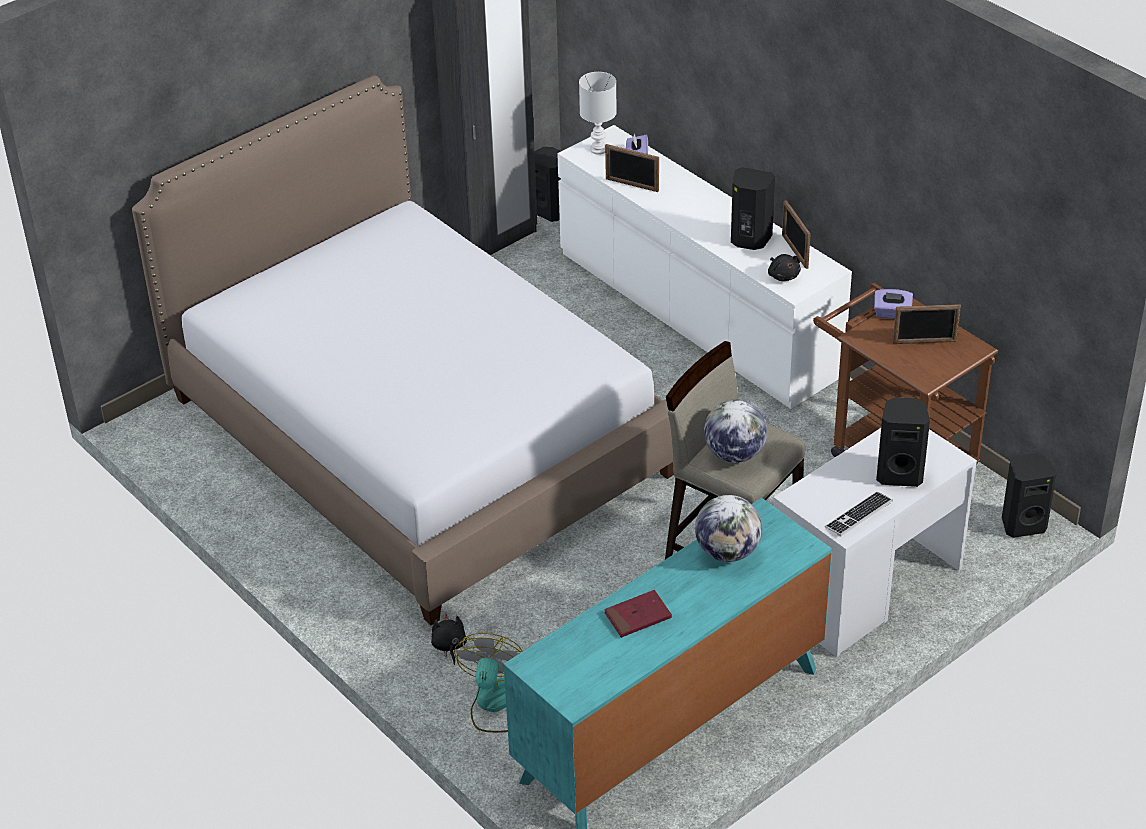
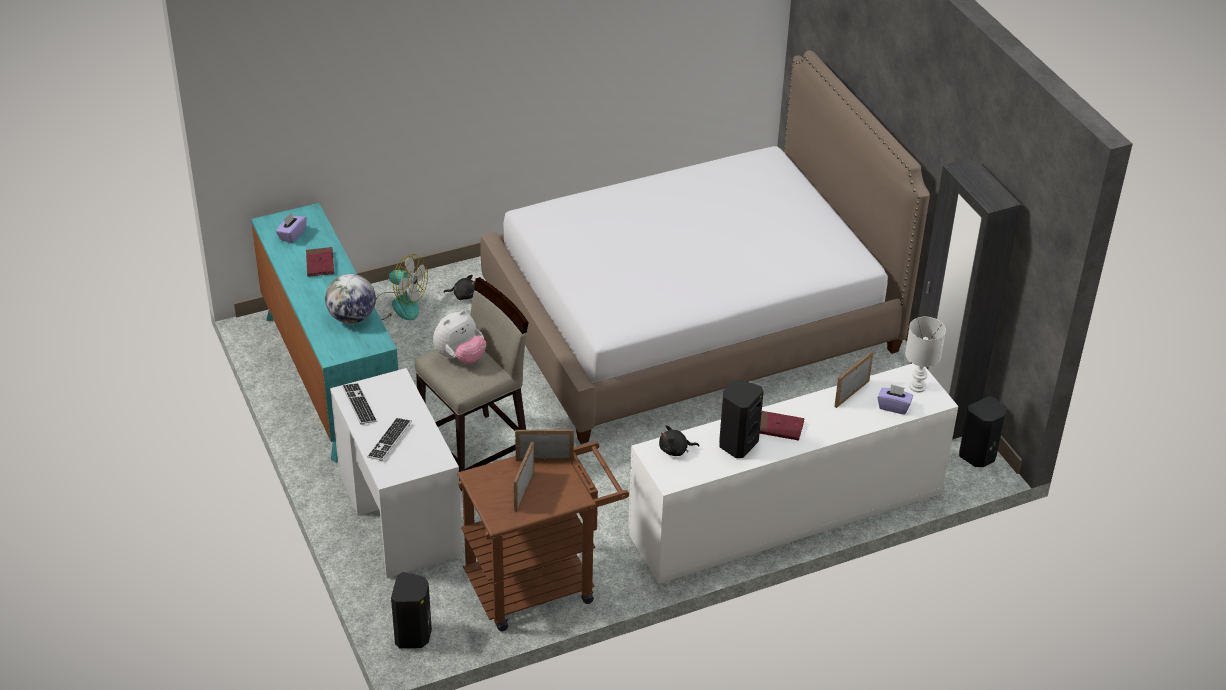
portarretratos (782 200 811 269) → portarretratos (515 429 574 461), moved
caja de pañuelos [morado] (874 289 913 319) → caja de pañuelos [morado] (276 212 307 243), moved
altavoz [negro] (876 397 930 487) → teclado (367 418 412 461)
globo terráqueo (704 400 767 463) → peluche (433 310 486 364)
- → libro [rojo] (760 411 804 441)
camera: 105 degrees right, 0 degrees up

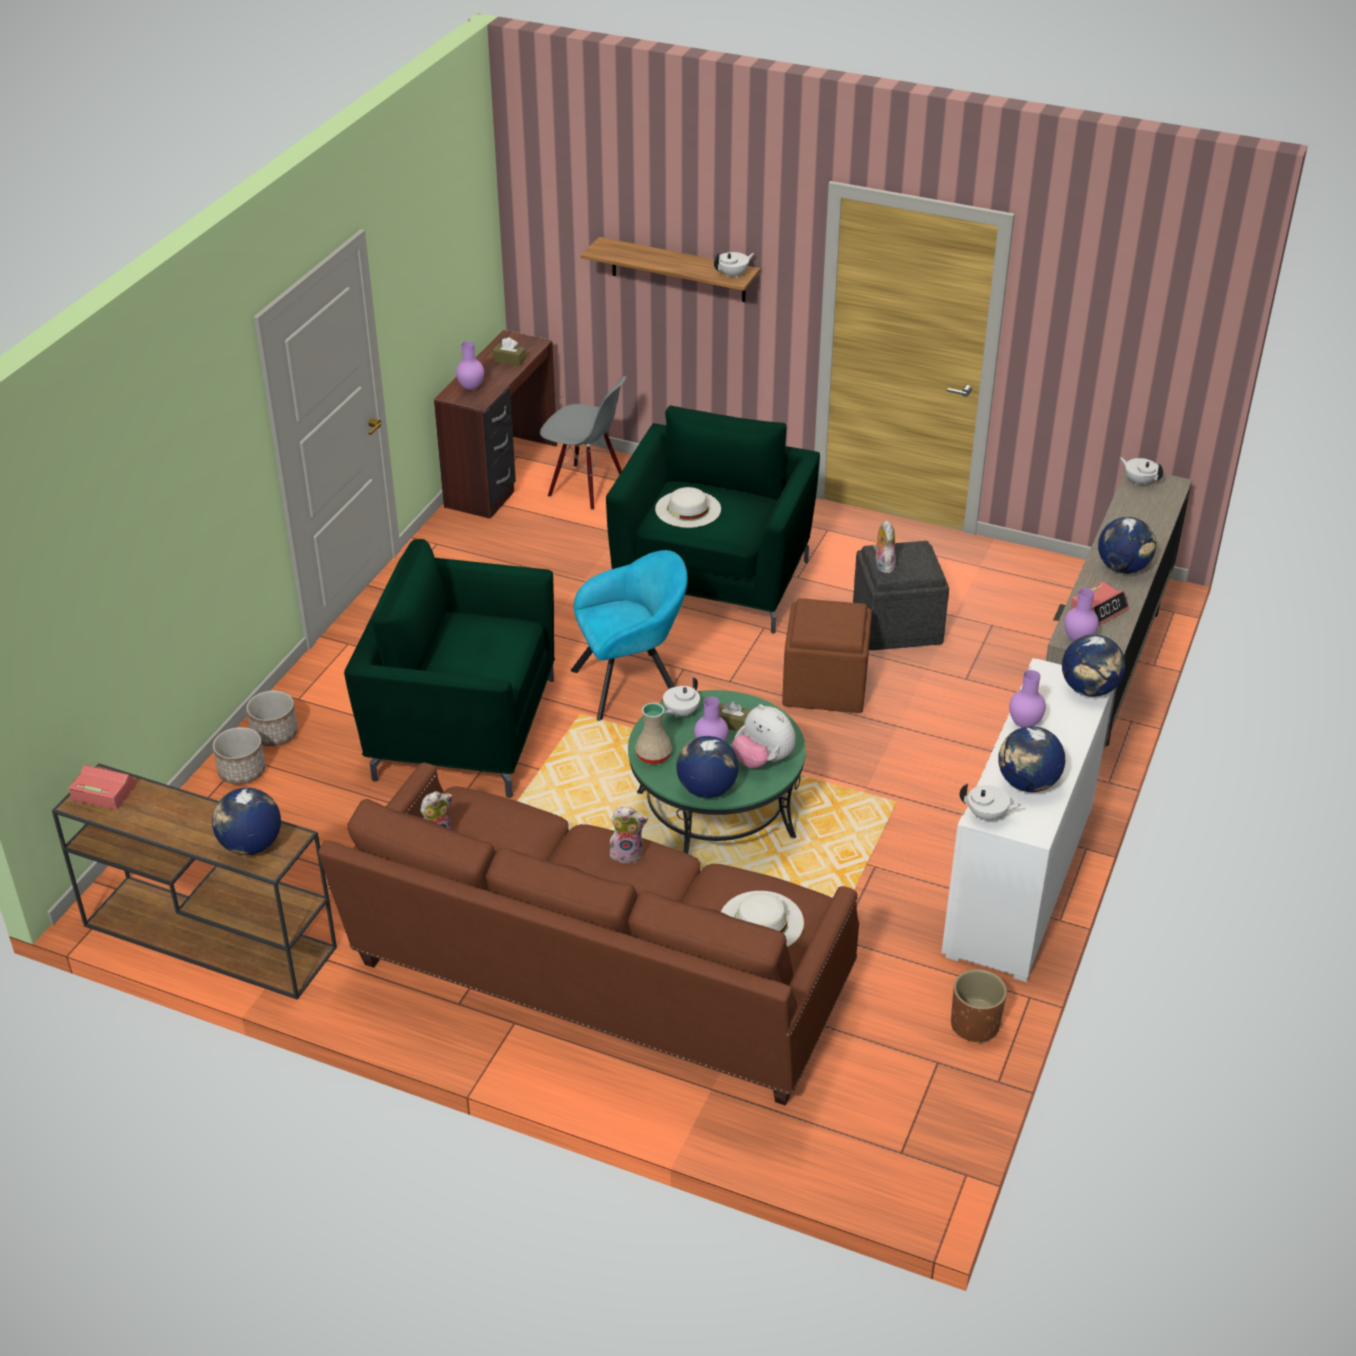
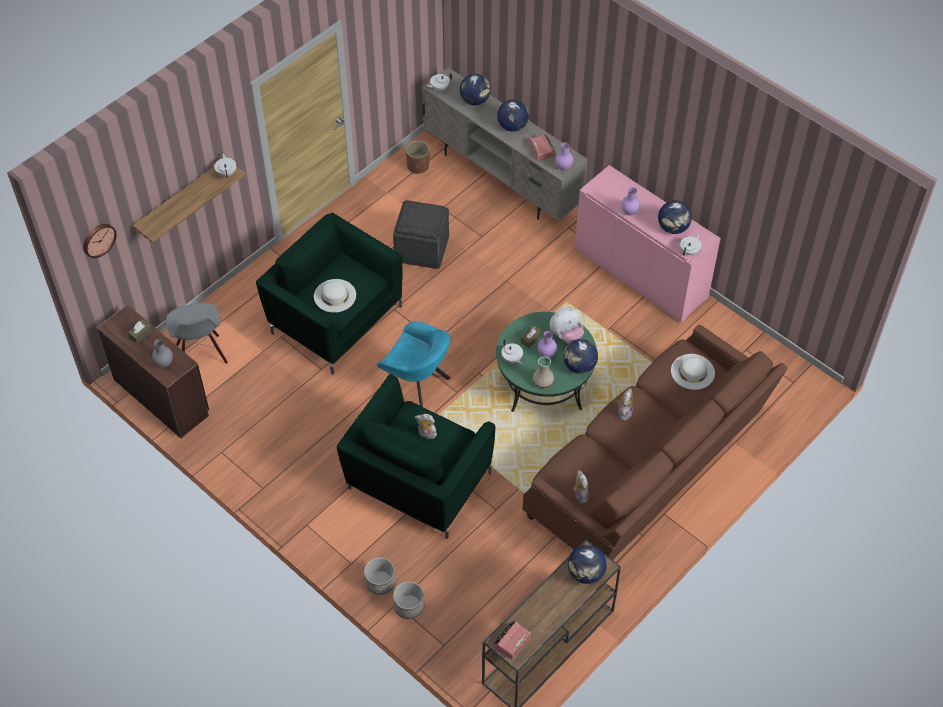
florero [morado] (456 341 484 390) → florero [gris] (152 339 173 367)
silla [gris] (540 376 626 510) → silla [gris] (166 302 228 364), 120 degrees clockwise
peluche (873 520 896 573) → peluche (415 414 437 439), moved
sillón [turquesa] (571 550 688 721) → sillón [turquesa] (377 321 451 407), 120 degrees clockwise
puf [marrón] (782 598 872 713) → -
globo terráqueo (1062 634 1125 697) → globo terráqueo (460 74 491 105), moved
armario [blanco] (941 658 1114 982) → armario [rosa] (575 165 721 322)
maceta [marrón] (951 969 1007 1043) → maceta [marrón] (406 140 430 174), moved
- → reloj de pared (83 224 117 258)
camera: 70 degrees left, 15 degrees up

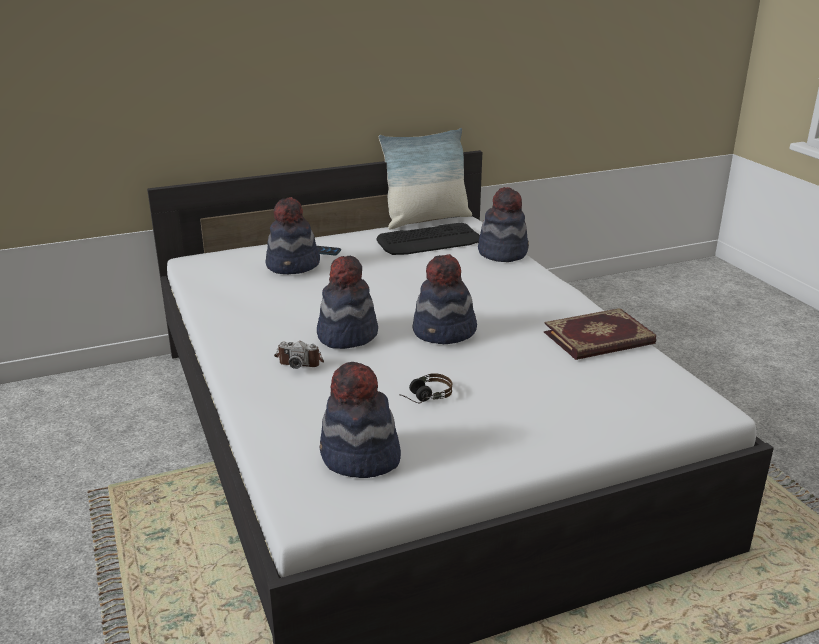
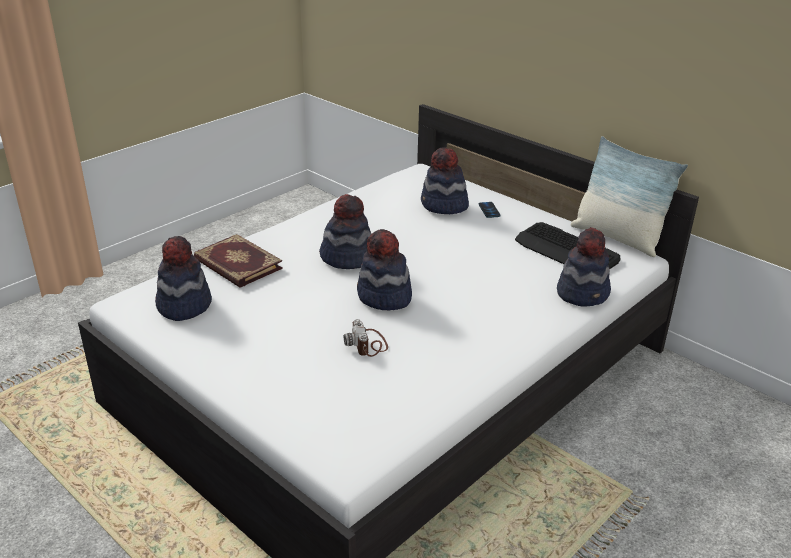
libro (544 308 657 360) → libro (194 234 283 288), moved
cámara (274 341 324 369) → cámara (344 319 388 357), moved
auriculares (399 373 452 404) → -
camera: 65 degrees right, 5 degrees up

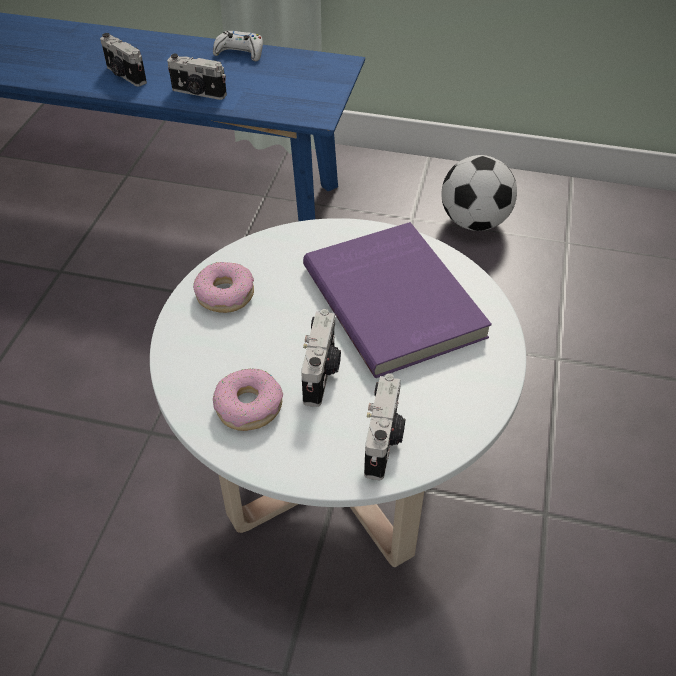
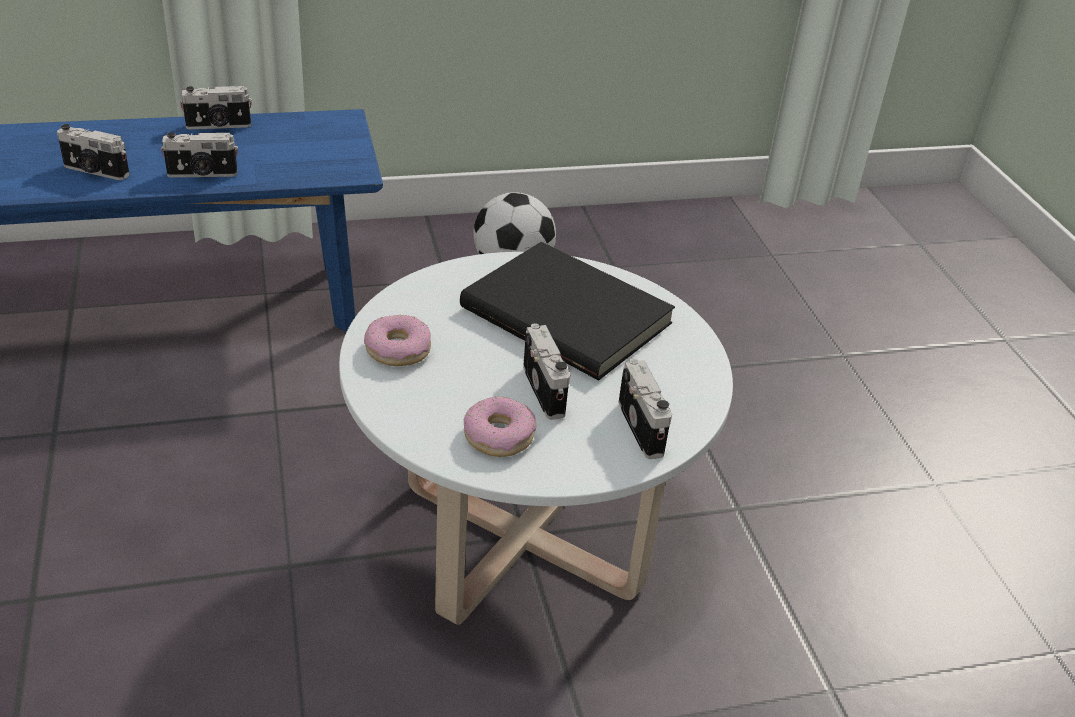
mando de consola [blanco] (213 31 263 61) → cámara (180 86 252 129)
libro [morado] (303 222 492 378) → libro [negro] (460 242 675 381)
camera: 30 degrees left, 10 degrees down

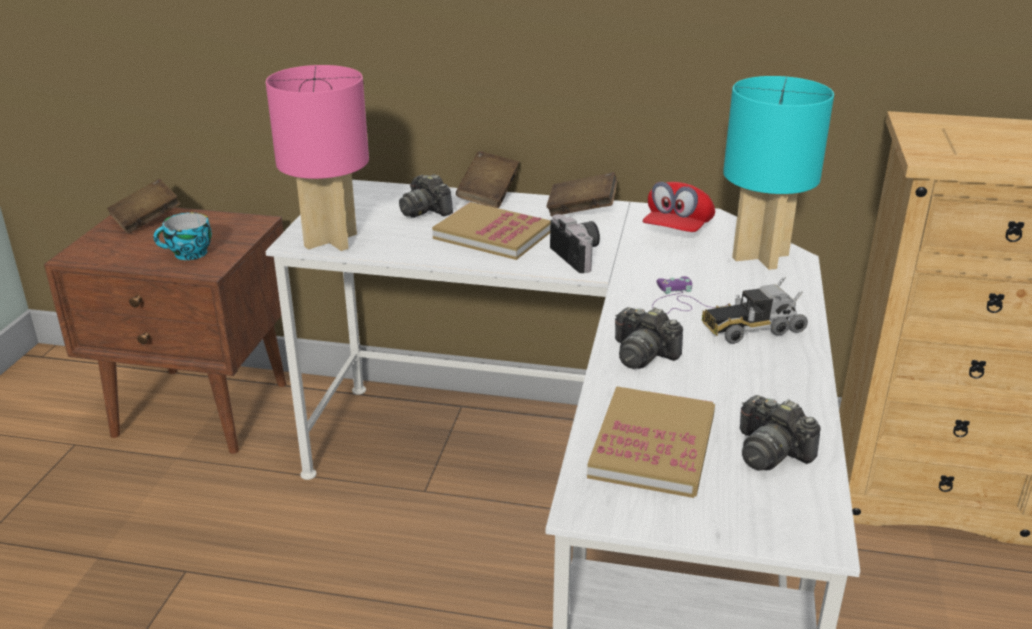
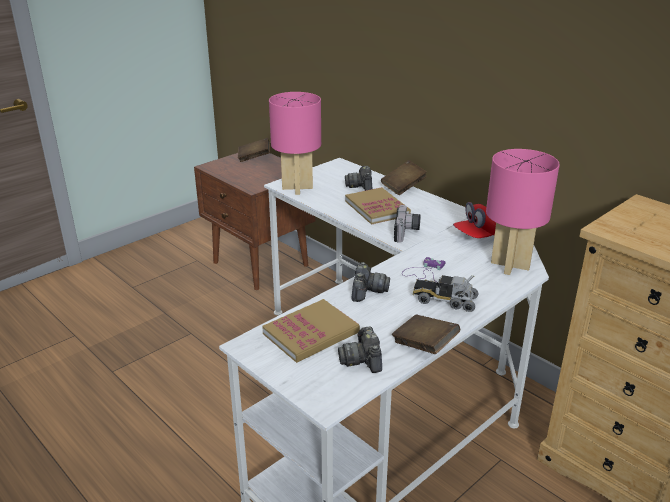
lámpara de mesa [turquesa] (723 76 834 270) → lámpara de mesa [rosa] (486 149 560 275)
libro [marrón] (546 172 617 216) → libro [marrón] (392 315 460 354), moved
taza (153 212 212 260) → -
cámara (615 307 683 369) → cámara (351 262 390 302), 150 degrees counterclockwise
camera: 35 degrees right, 0 degrees up

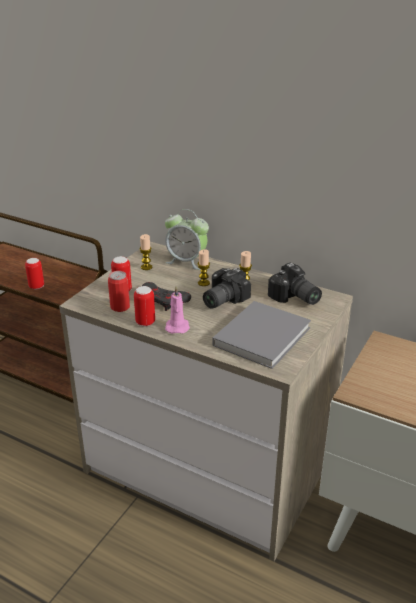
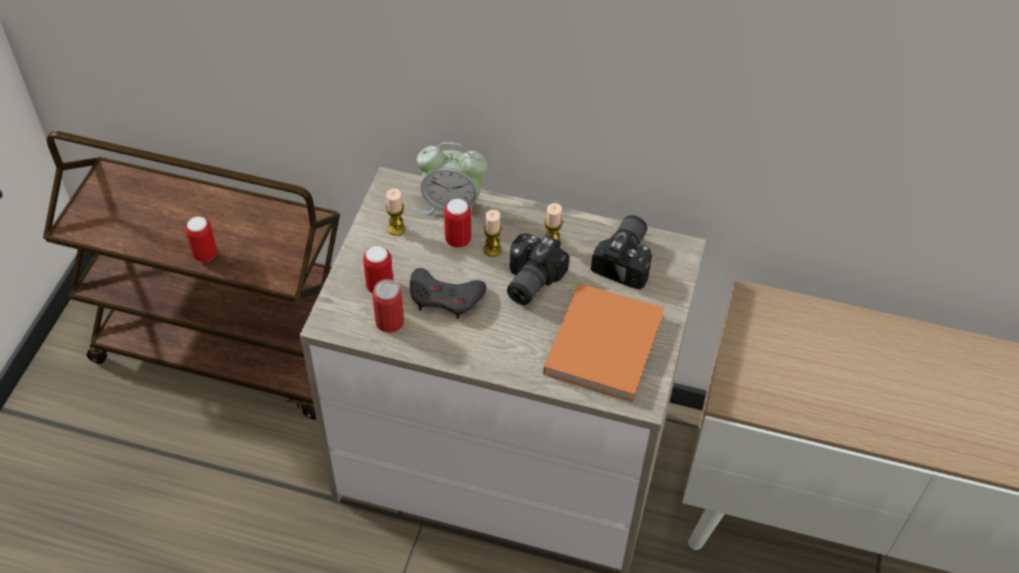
cámara (268 263 322 305) → cámara (591 215 652 289), 105 degrees counterclockwise
lata (134 286 155 326) → lata (444 199 471 248), moved
vela [rosa] (165 286 190 334) → -
libro [gris] (213 301 311 369) → libro [naranja] (543 283 664 402)
camera: 15 degrees left, 20 degrees up

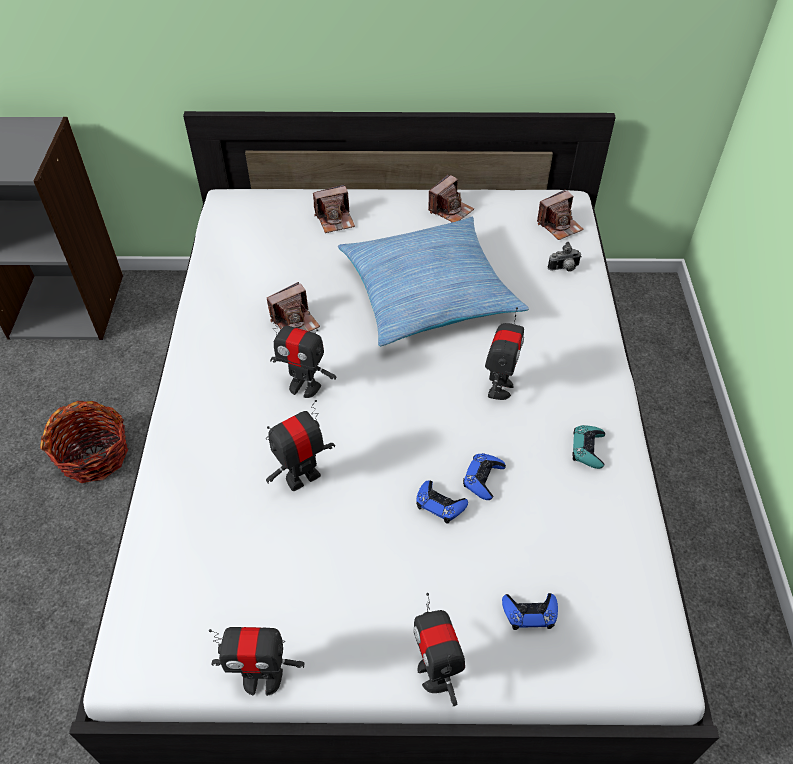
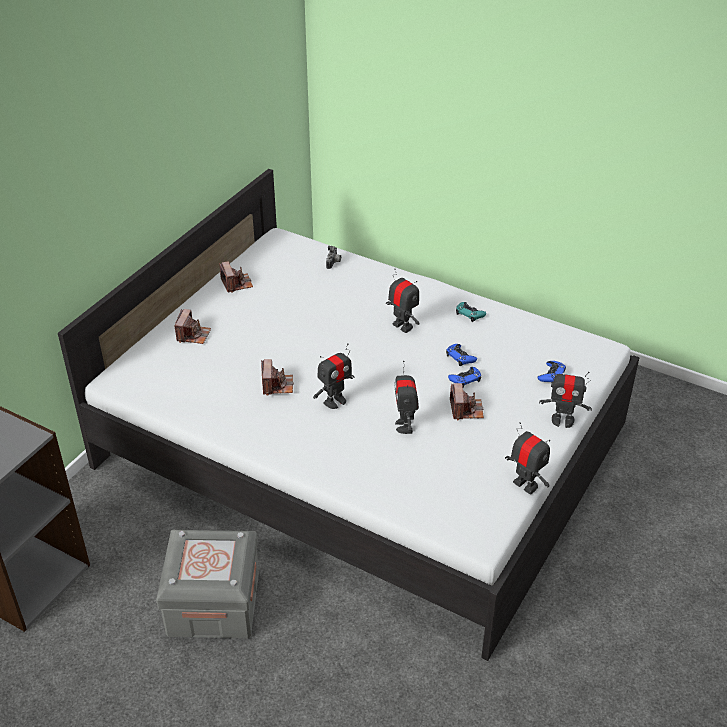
cámara (537 190 584 240) → cámara (450 383 484 421), moved
cojín (338 217 529 346) → -
cesta (40 401 128 483) → caja de almacenaje [gris] (156 530 259 638)
robot de juguete (209 627 305 696) → robot de juguete (505 422 550 494), 75 degrees counterclockwise
camera: 60 degrees left, 10 degrees down

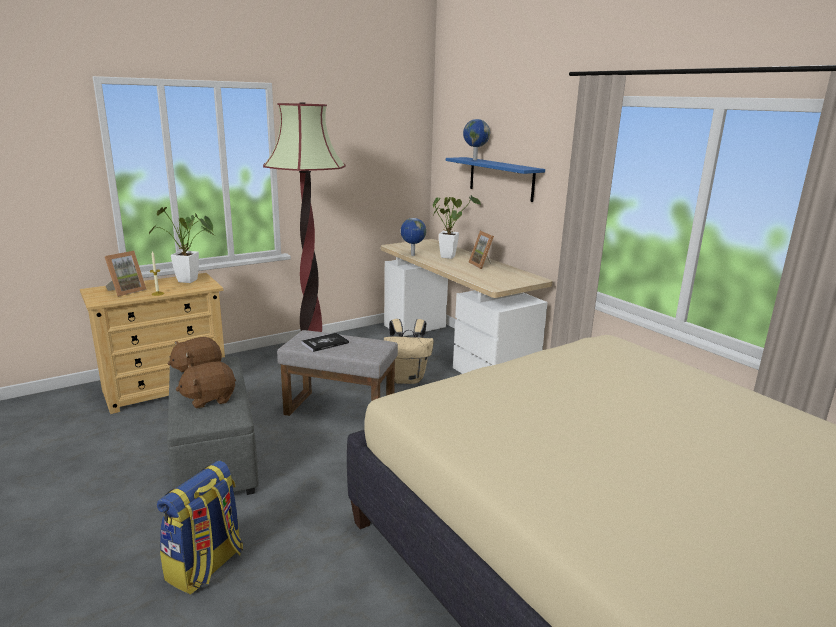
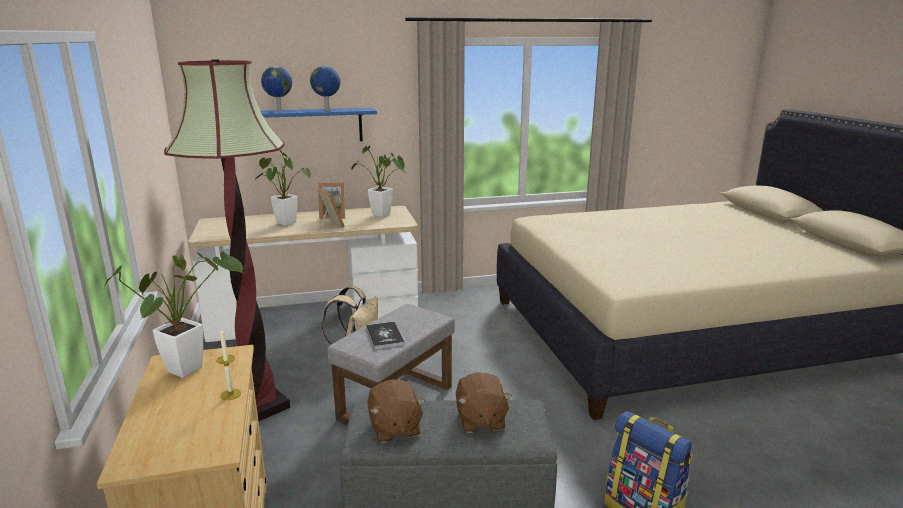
globo terráqueo (401 218 426 256) → globo terráqueo (310 66 340 111), moved
portarretratos (104 251 147 297) → portarretratos (318 189 345 231), moved
- → planta en maceta (351 146 408 217)
camera: 70 degrees left, 0 degrees up

